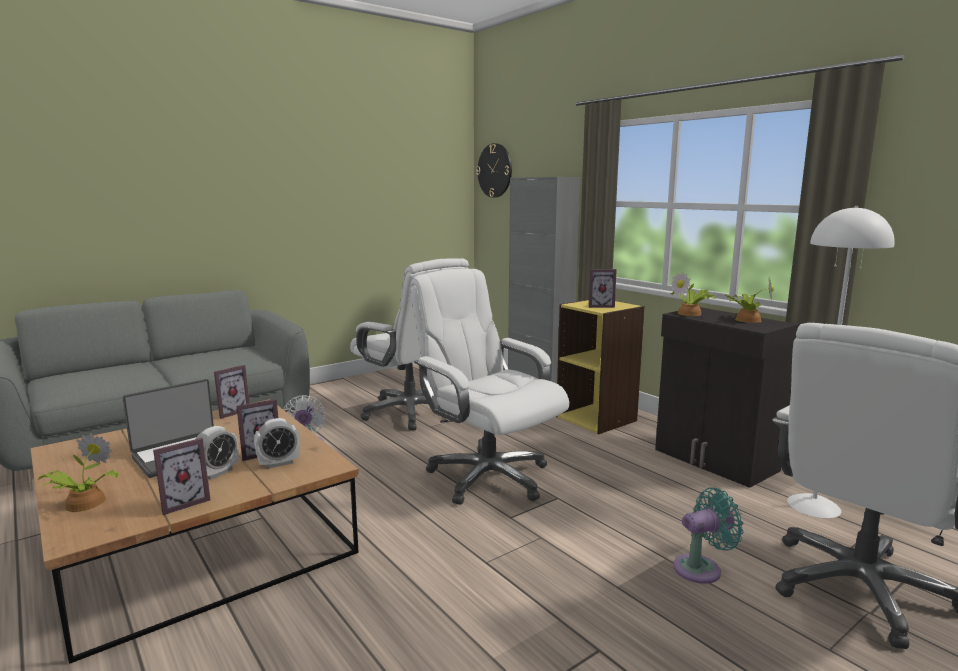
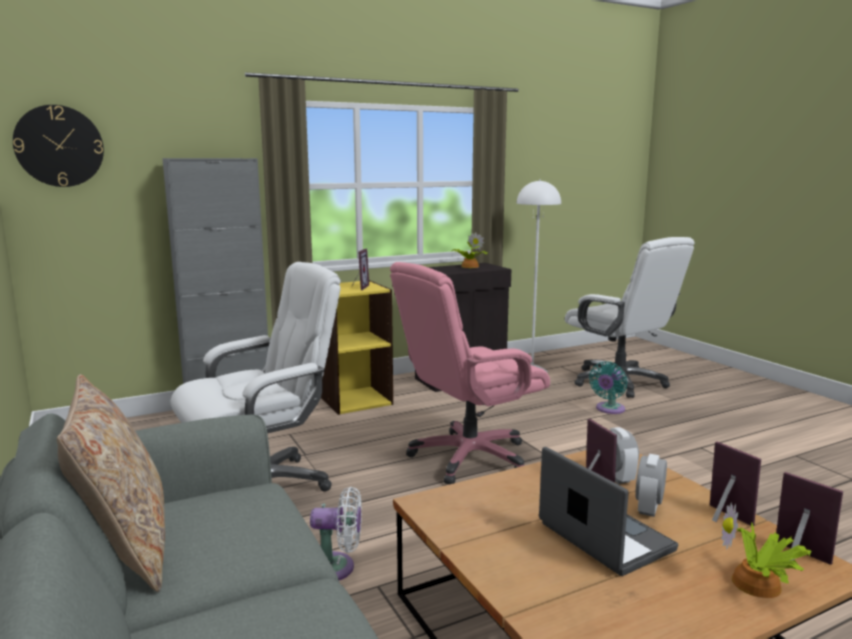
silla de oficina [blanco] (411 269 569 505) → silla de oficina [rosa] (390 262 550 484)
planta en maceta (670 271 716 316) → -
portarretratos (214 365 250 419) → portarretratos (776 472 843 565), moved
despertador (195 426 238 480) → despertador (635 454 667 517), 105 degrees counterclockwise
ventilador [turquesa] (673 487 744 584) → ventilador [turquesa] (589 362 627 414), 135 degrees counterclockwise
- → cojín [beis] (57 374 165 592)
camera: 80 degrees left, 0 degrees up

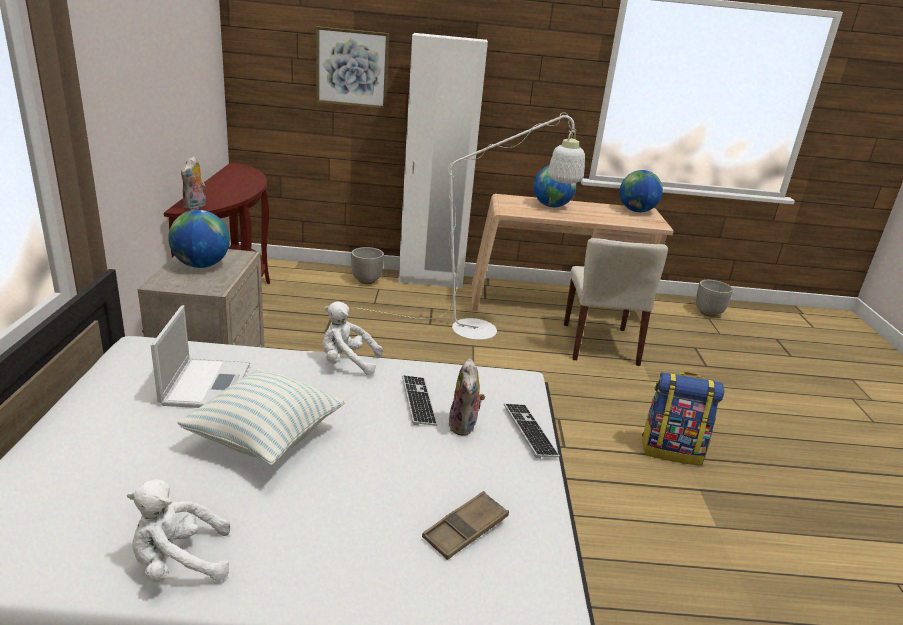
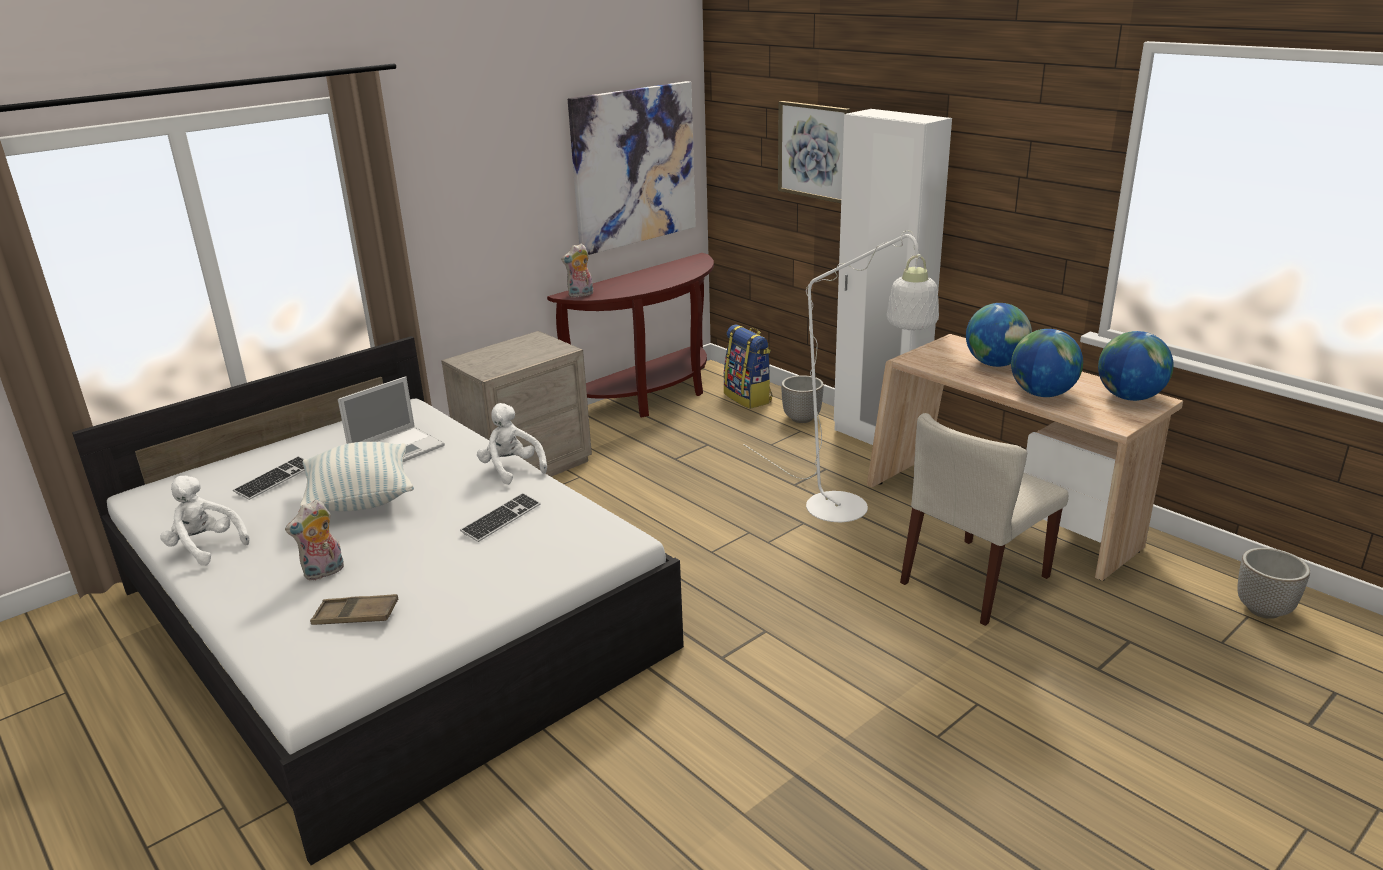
globo terráqueo (168 210 230 268) → globo terráqueo (1011 329 1083 397), moved
peluche (448 358 485 436) → peluche (285 499 344 580), moved
mochila (642 372 725 465) → mochila (724 325 772 409), moved
teclado (504 403 560 458) → teclado (233 456 305 500), moved
- → cuadro (568 81 696 255)
camera: 50 degrees right, 0 degrees up

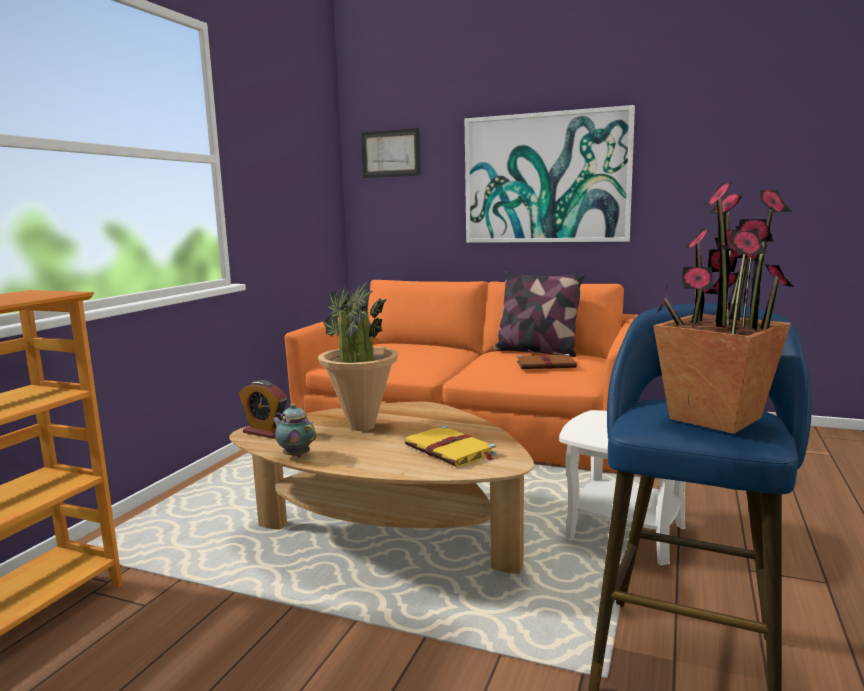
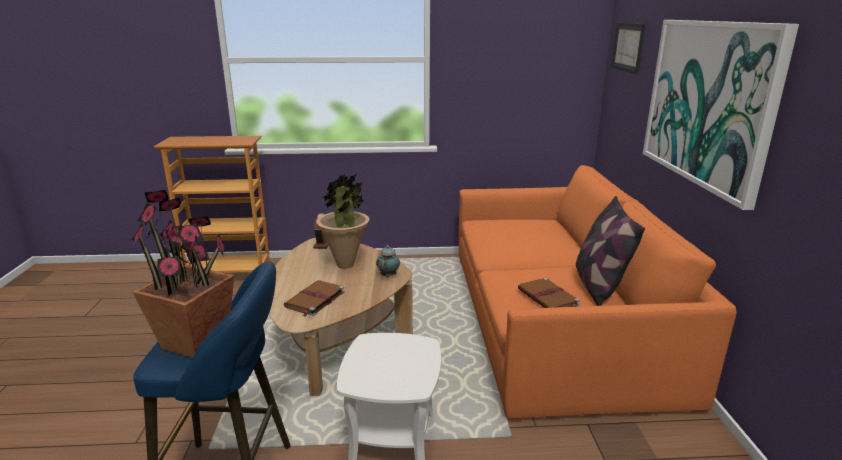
tetera (272 404 317 458) → tetera (376 245 400 277), moved
libro [amarillo] (405 425 496 467) → libro [marrón] (284 280 345 317)
camera: 65 degrees right, 10 degrees up

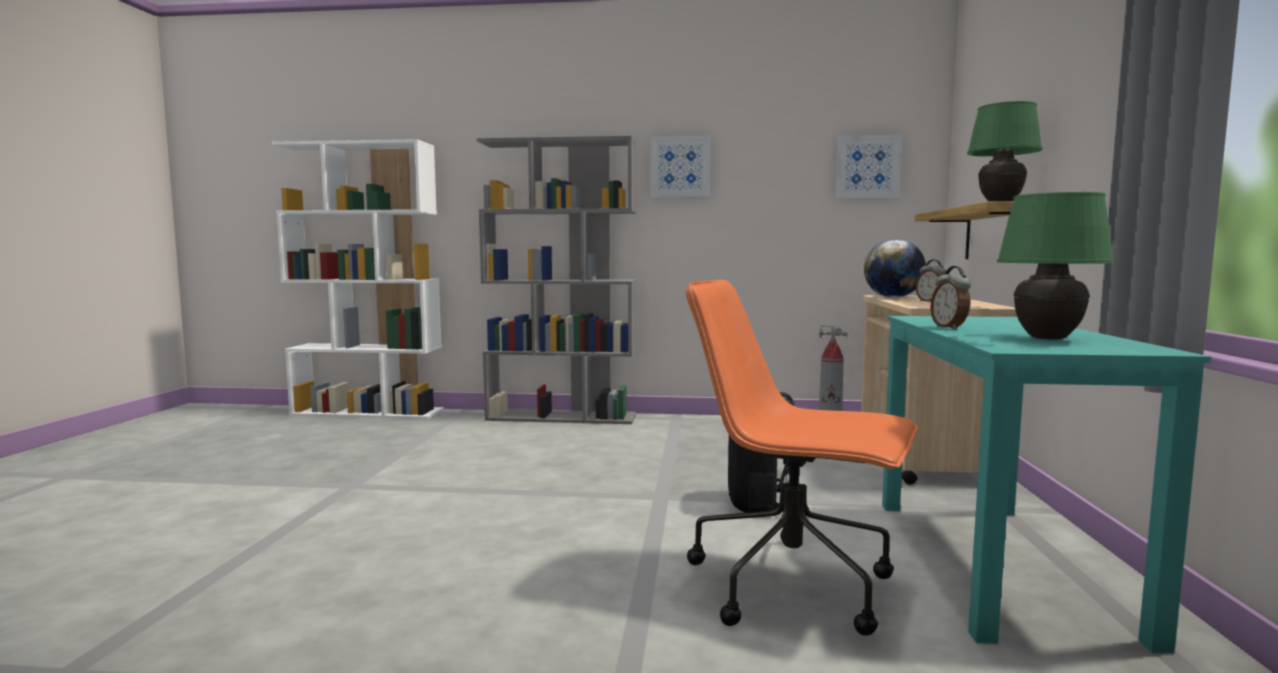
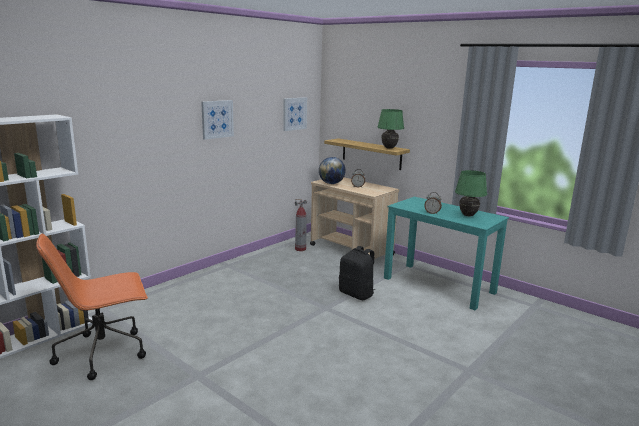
estantería [gris] (477 136 636 424) → -
silla de oficina [naranja] (686 280 918 636) → silla de oficina [naranja] (36 233 148 380), moved
camera: 55 degrees left, 10 degrees up

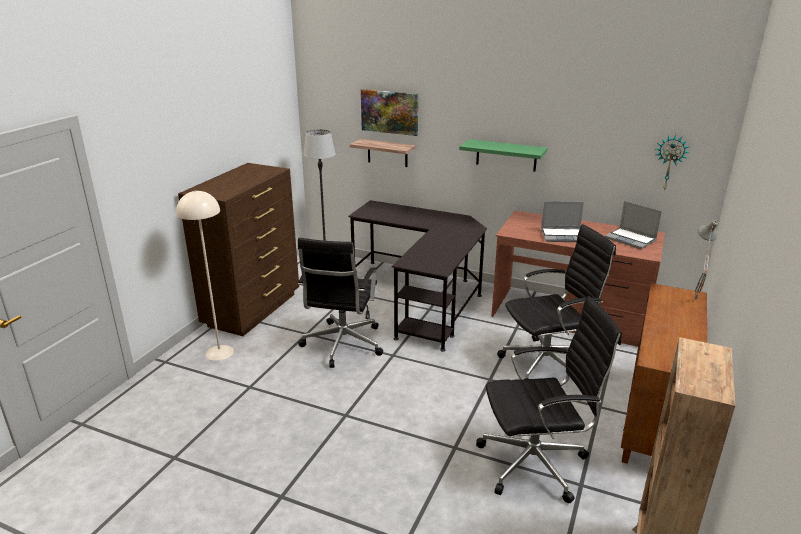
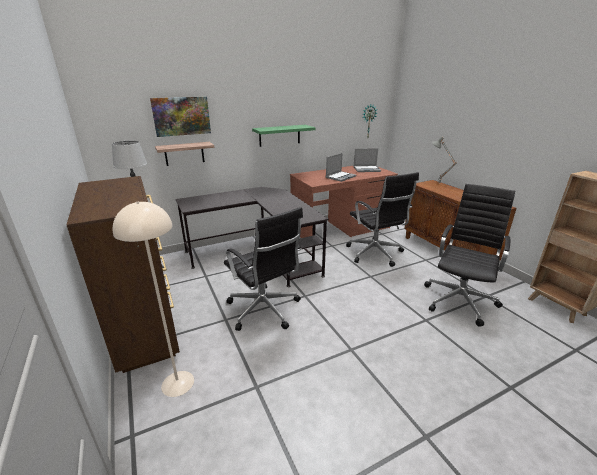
silla de oficina [negro] (497 224 616 379) → silla de oficina [negro] (346 172 419 267), 135 degrees clockwise
camera: 50 degrees left, 0 degrees up

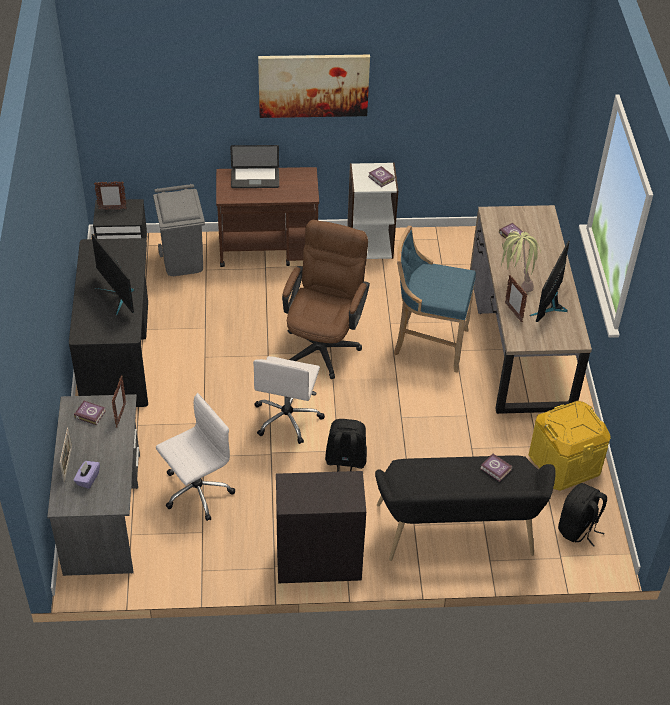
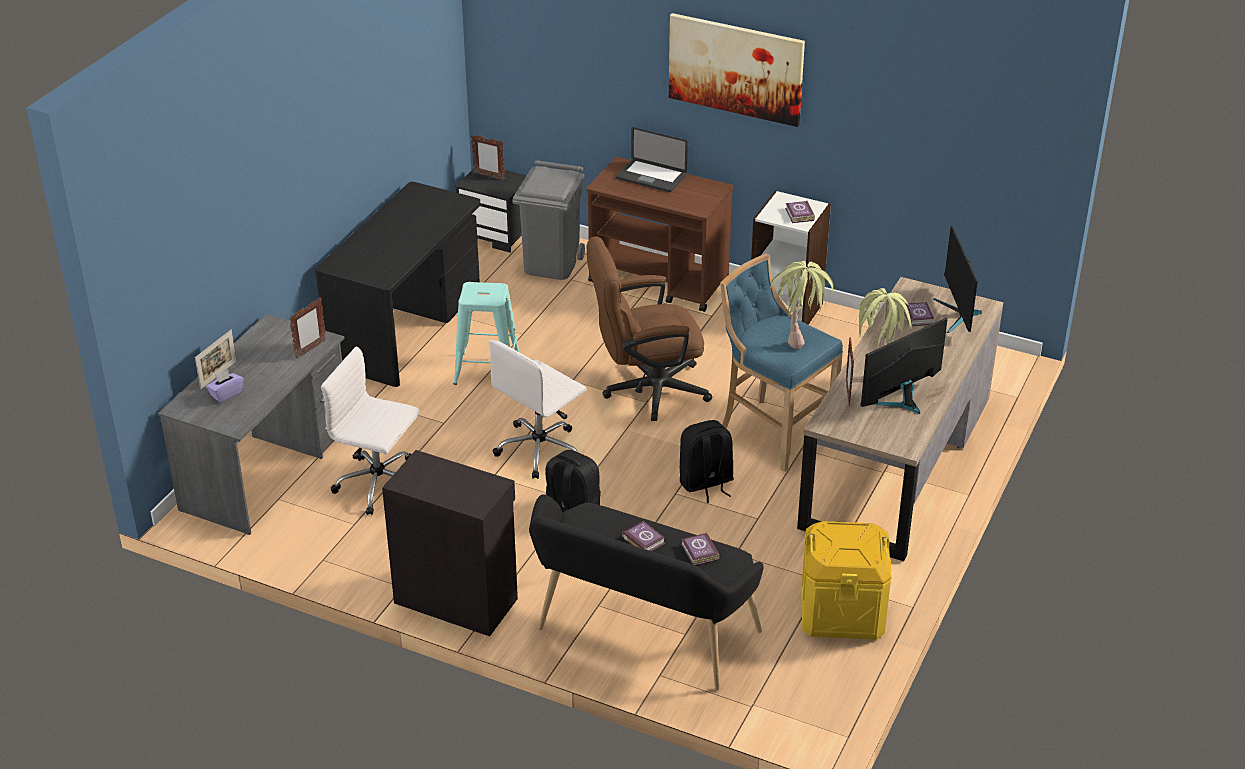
silla de oficina [marrón] (282 220 370 379) → silla de oficina [marrón] (587 237 712 421), 150 degrees counterclockwise
monitor (91 234 134 316) → monitor (933 226 982 333), moved
silla de oficina [blanco] (156 393 235 521) → silla de oficina [blanco] (321 346 420 515), 150 degrees counterclockwise
libro (74 401 106 425) → libro (622 521 665 551), moved
mochila [negro] (558 483 607 547) → mochila [negro] (680 420 734 503), moved
- → planta en maceta (770 261 834 349)
- → taburete [turquesa] (454 282 519 385)
camera: 30 degrees right, 10 degrees down

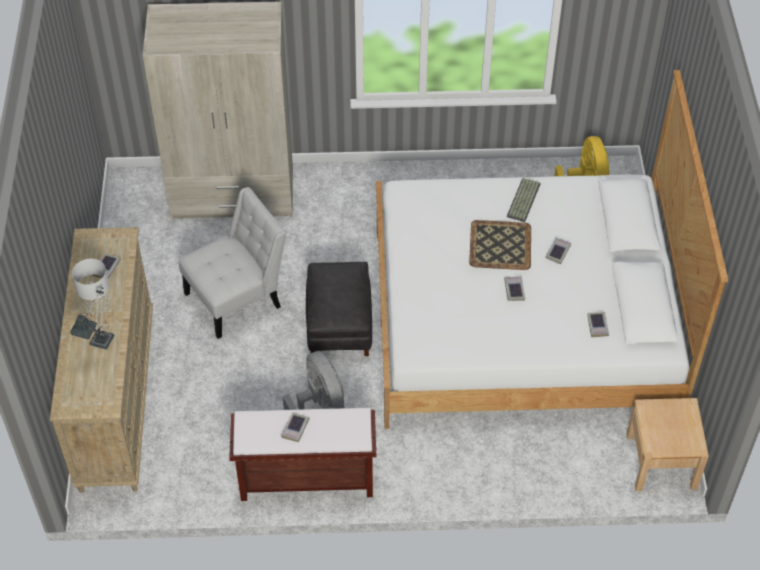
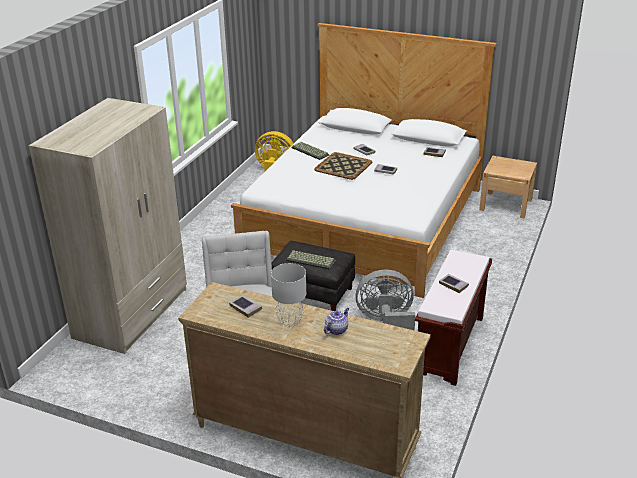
lámpara de mesa (70 287 114 349) → tetera (324 308 349 335)
- → teclado (286 250 336 270)
camera: 65 degrees left, 20 degrees down

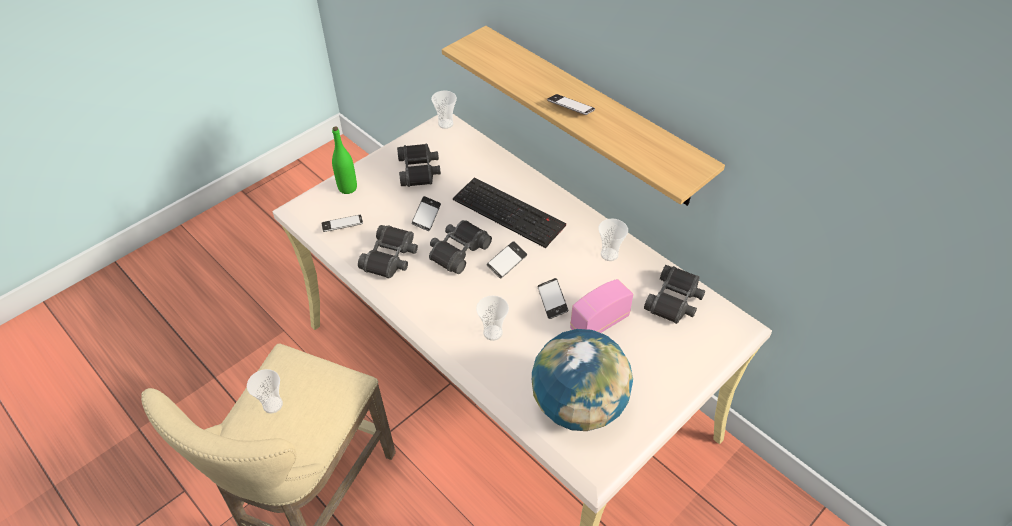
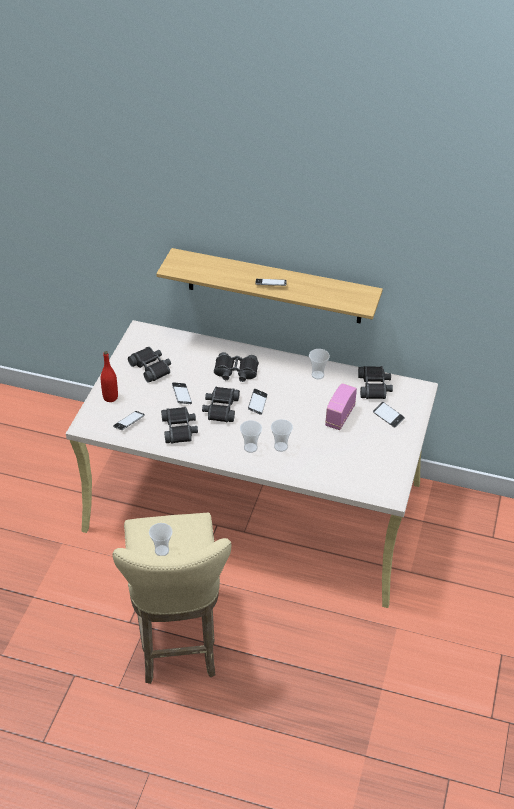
taza (431 91 457 129) → taza (240 420 262 453), moved
botella [verde] (332 126 357 194) → botella [rojo] (101 351 118 402)
teclado (453 177 566 248) → prismáticos [negro] (214 352 259 382)
móvil (537 278 569 319) → móvil (373 402 405 428), moved
globo terráqueo (532 329 633 431) → -
camera: 30 degrees left, 5 degrees down

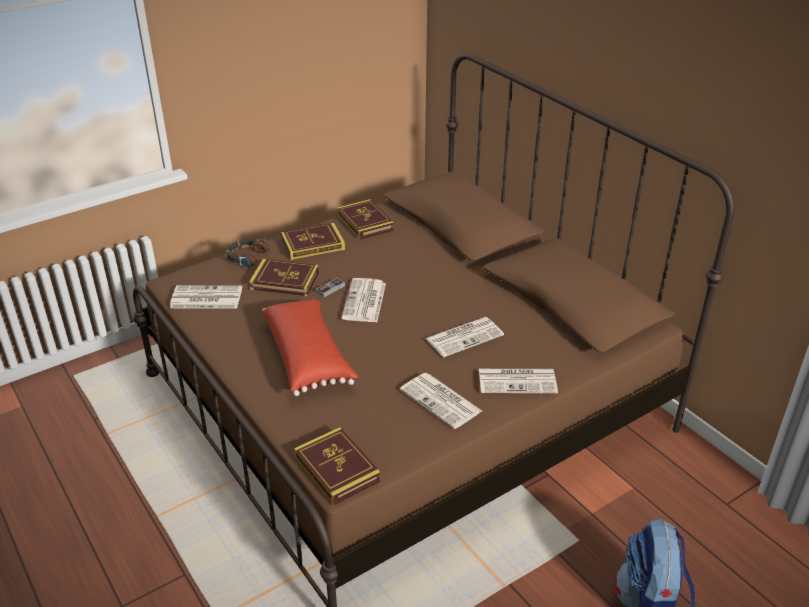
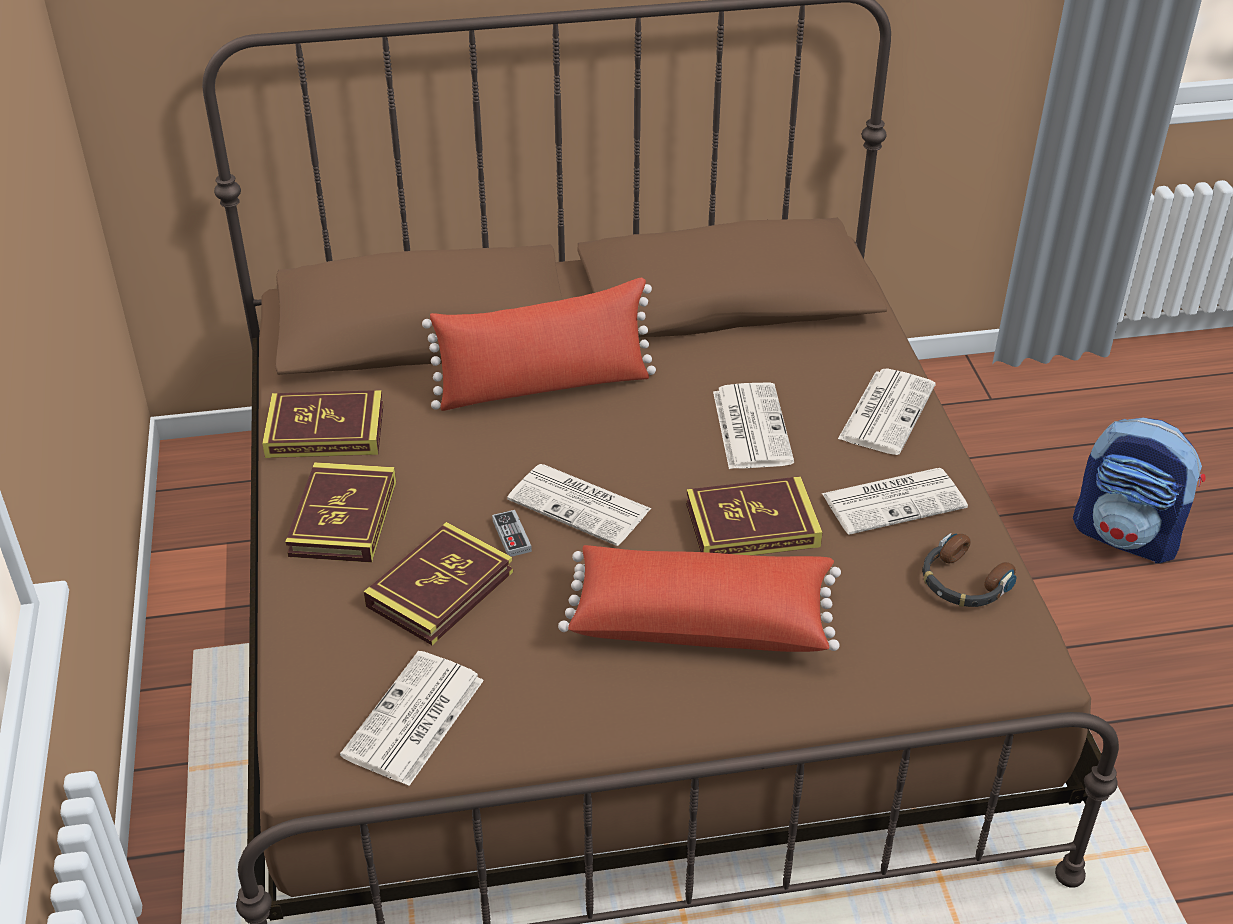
auriculares (226 239 269 267) → auriculares (922 533 1016 607), moved
libro (294 427 381 505) → libro (686 476 823 555), moved
- → cojín [rojo] (422 278 656 411)
camera: 65 degrees left, 5 degrees up

